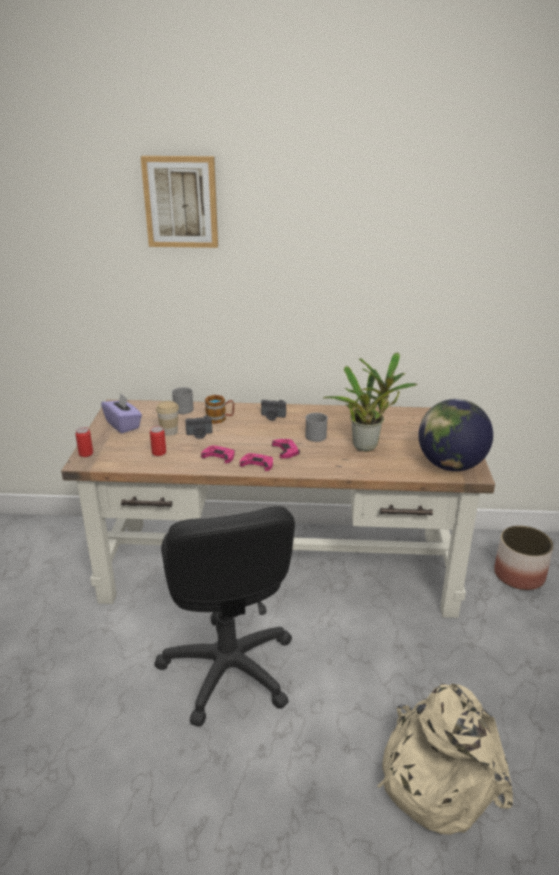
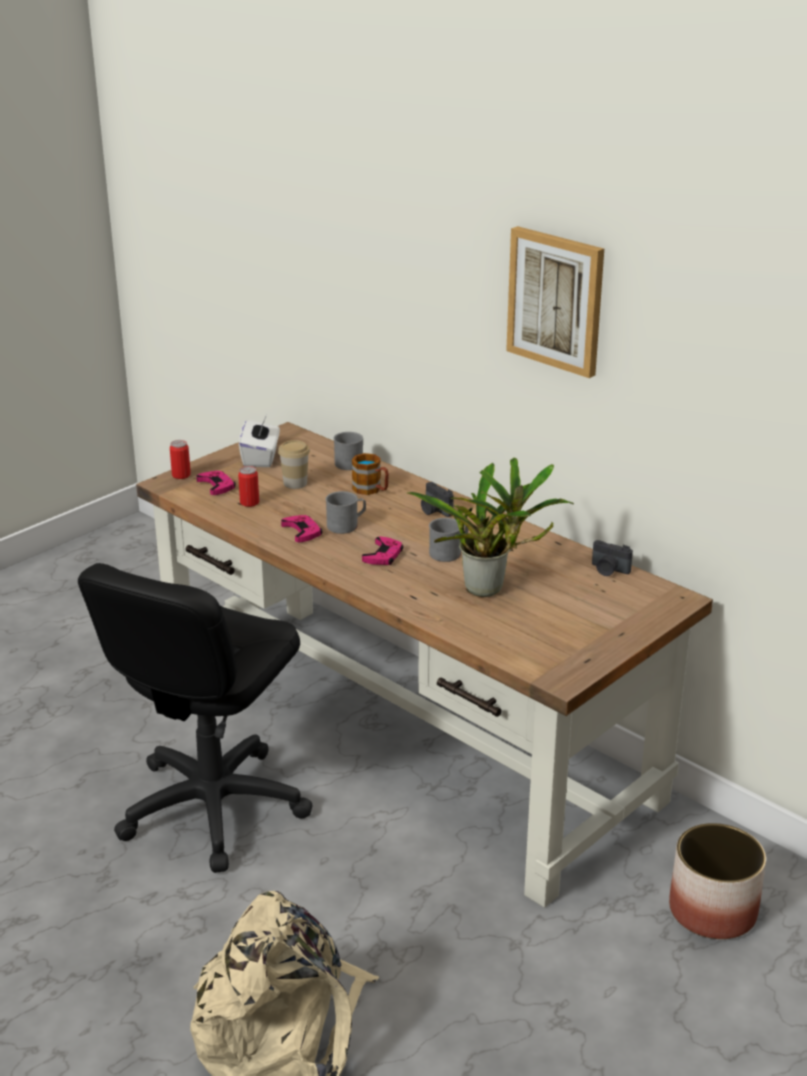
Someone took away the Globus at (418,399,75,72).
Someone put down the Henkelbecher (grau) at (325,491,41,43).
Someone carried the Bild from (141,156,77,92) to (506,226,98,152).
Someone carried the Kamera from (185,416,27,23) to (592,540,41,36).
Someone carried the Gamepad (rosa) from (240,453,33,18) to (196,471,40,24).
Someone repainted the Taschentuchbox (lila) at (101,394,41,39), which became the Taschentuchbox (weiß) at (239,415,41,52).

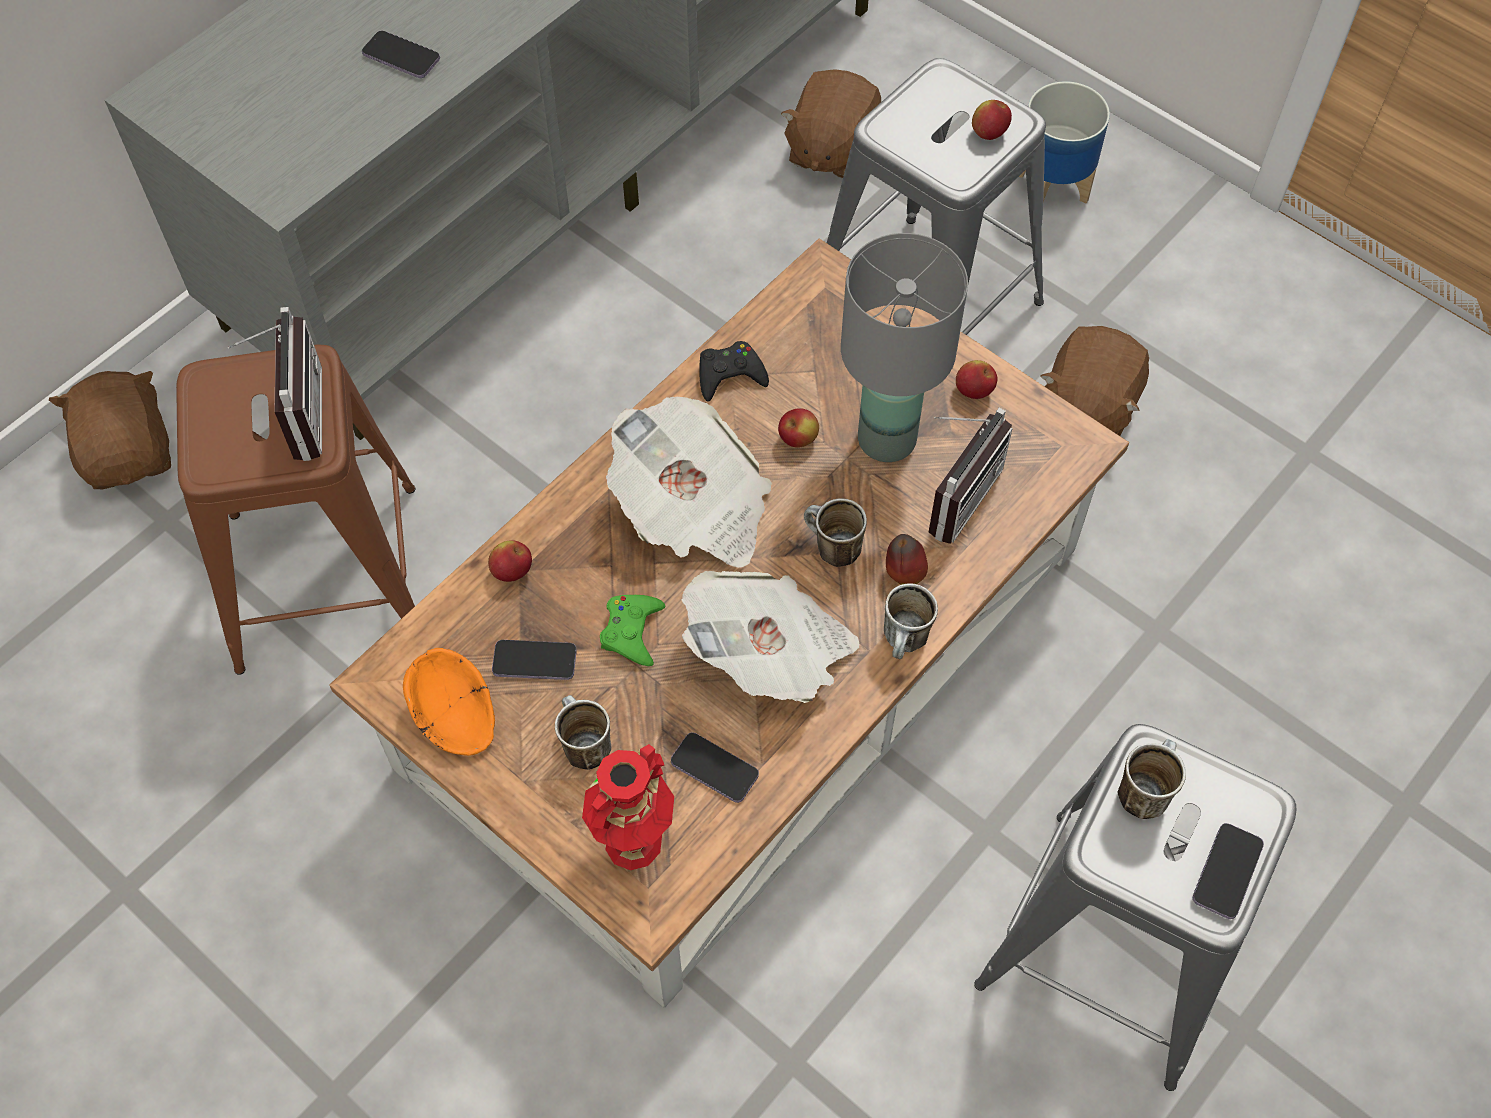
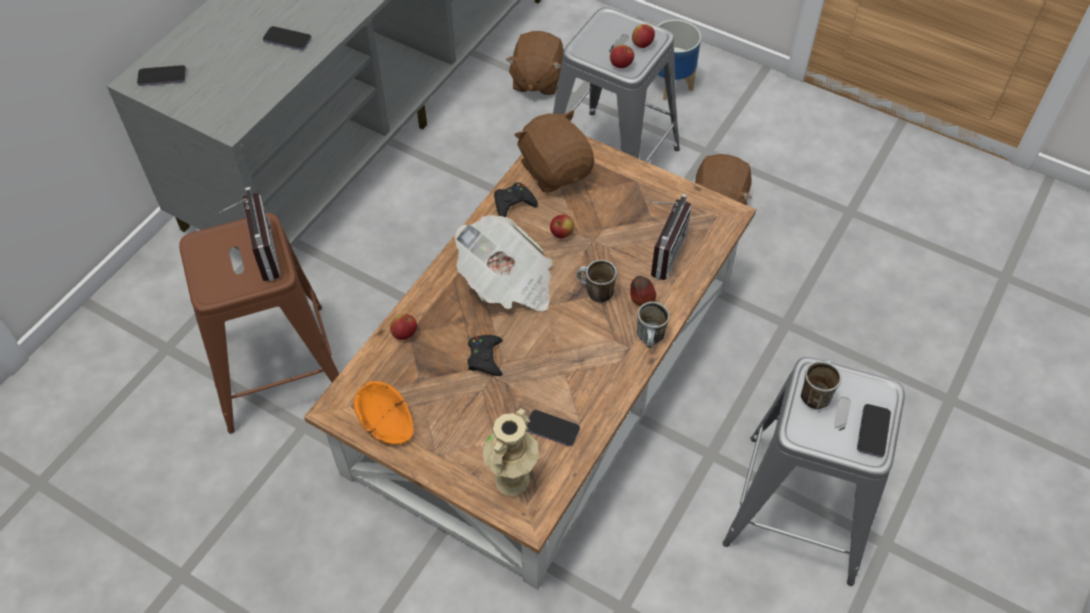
Someone took away the Henkelbecher at (555,695,56,75).
Someone took away the Zeitung at (682,571,178,132).
Someone took away the Tischlampe (grau) at (841,233,127,229).
Someone carried the Plüschtier (braun) from (49,371,122,118) to (514,110,80,82).
Someone carried the Handy from (492,640,85,40) to (137,65,49,21).
Someone carried the Apfel from (956,360,42,39) to (610,45,24,23).
Someone repainted the Vase (rot) at (582,744,92,126), which became the Vase (beige) at (483,409,56,87).
Someone repainted the Gamepad (grün) at (600,595,65,71), which became the Gamepad (schwarz) at (467,335,36,41).

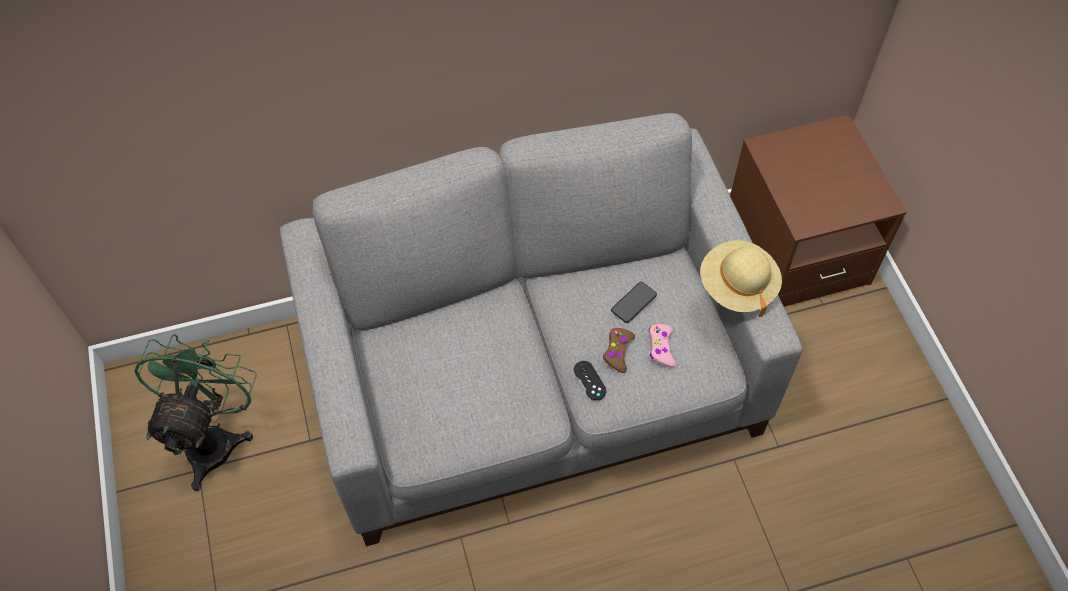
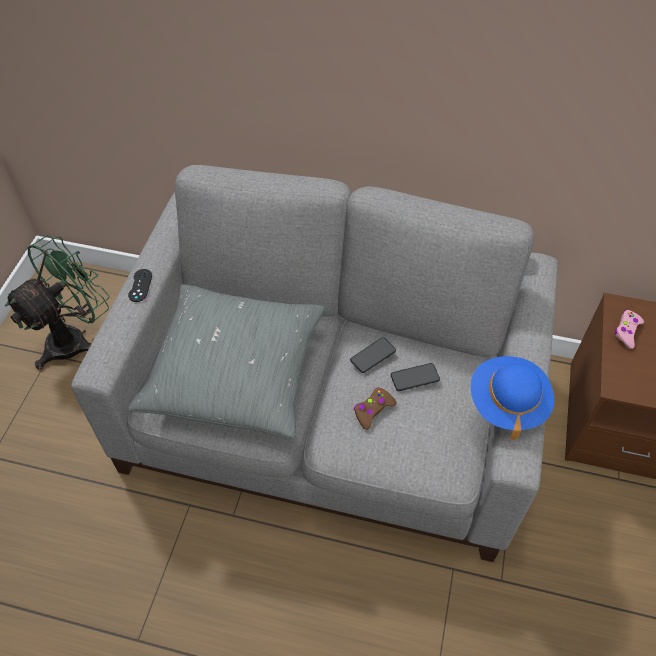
Someone put down the Kissen (grau) at (129,284,196,155).
Someone put down the Handy at (350,338,46,35).
Someone carried the Gamepad (schwarz) from (574,361,32,39) to (128,269,24,33).
Someone carried the Gamepad (rosa) from (649,324,27,43) to (615,310,29,39).
Someone repainted the Hut (beige) at (700,240,82,77), which became the Hut (blau) at (471,356,83,84).

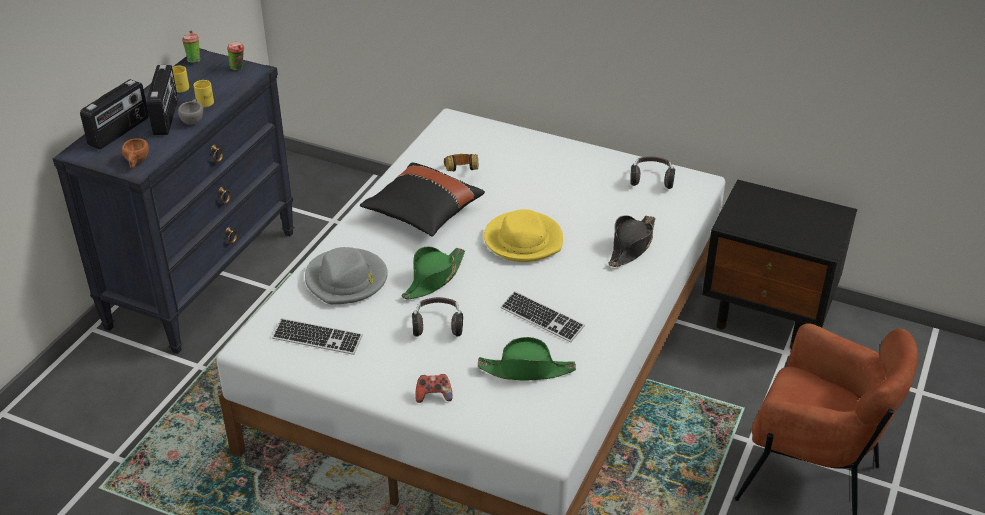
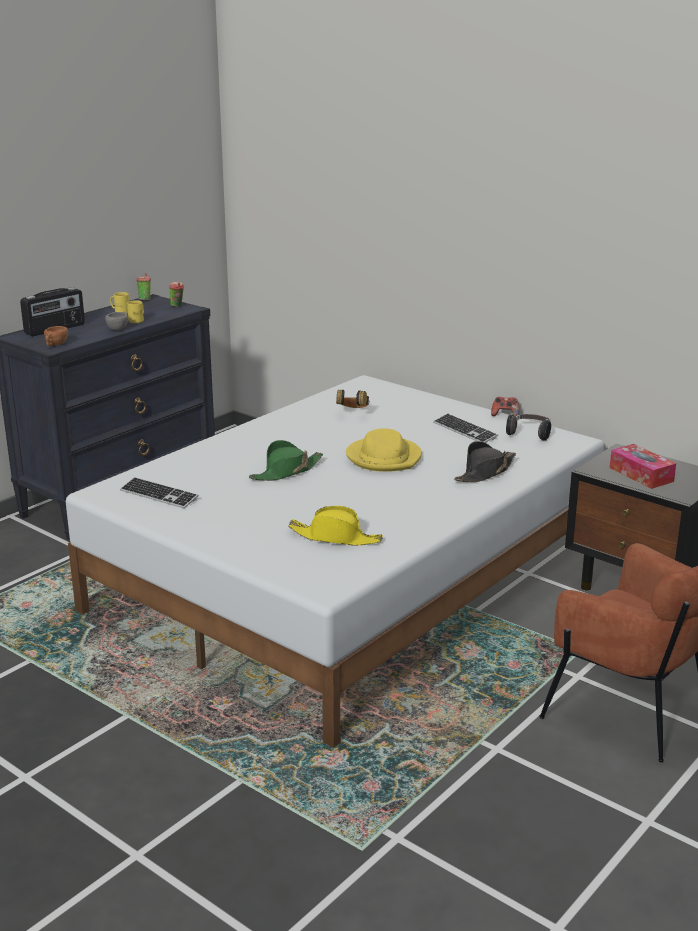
Someone took away the Radio at (146,65,32,70).
Someone took away the Hut (grau) at (305,247,83,57).
Someone took away the Kissen (schwarz) at (360,162,125,75).
Someone took away the Kopfhörer at (412,297,51,40).
Someone put down the Taschentuchbox at (610,444,66,45).
Someone carried the Gamepad from (415,374,38,29) to (491,397,28,20).
Someone carried the Tastatur from (501,291,84,51) to (433,414,65,29).
Someone repainted the Hut (grün) at (478,337,98,43), which became the Hut (gelb) at (288,506,95,40).

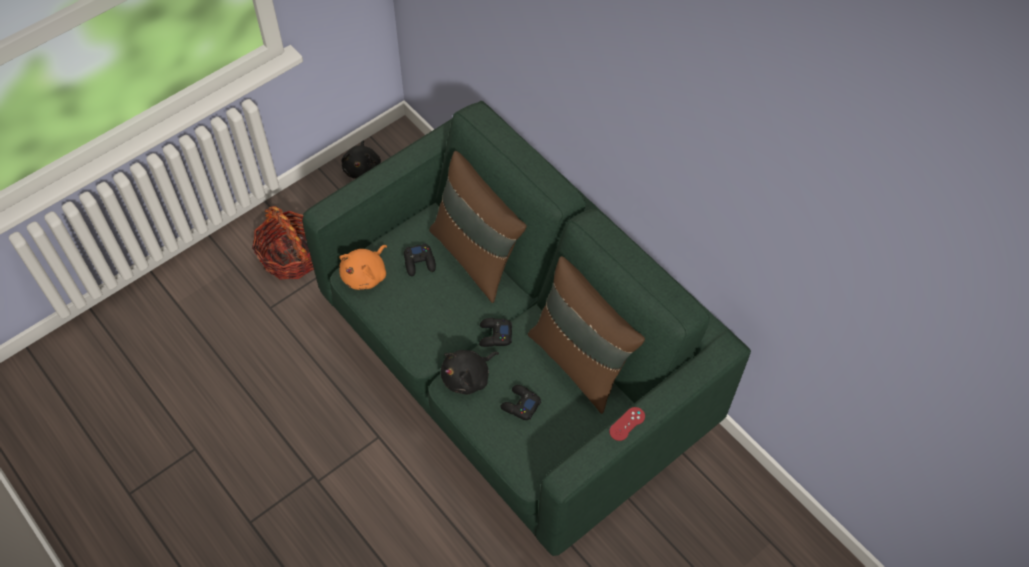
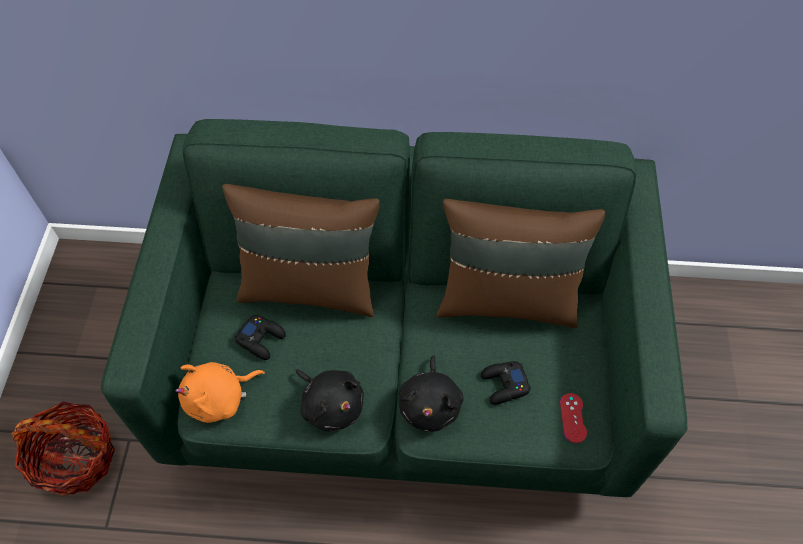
Someone took away the Gamepad (schwarz) at (479,318,33,29).
Someone carried the Plüschtier (schwarz) from (341,141,40,38) to (295,369,69,63).
Someone carried the Gamepad (rot) from (609,407,36,34) to (560,393,27,50).
Someone rotated the Plüschtier (orange) at (339,245,48,45) by 75 degrees clockwise.

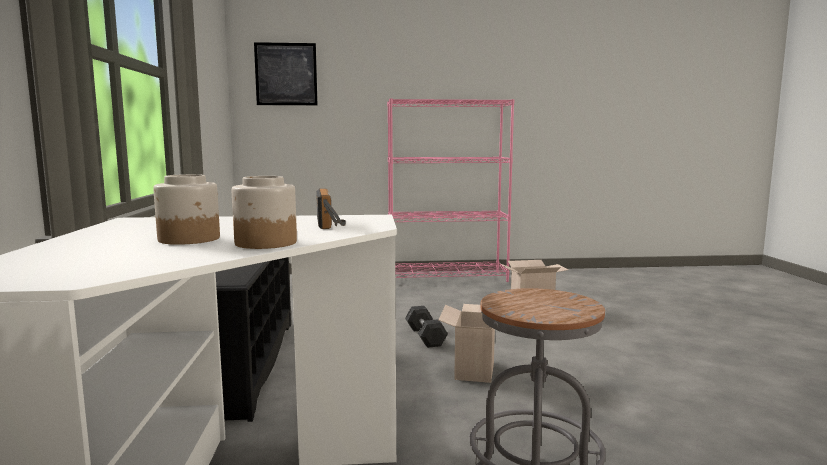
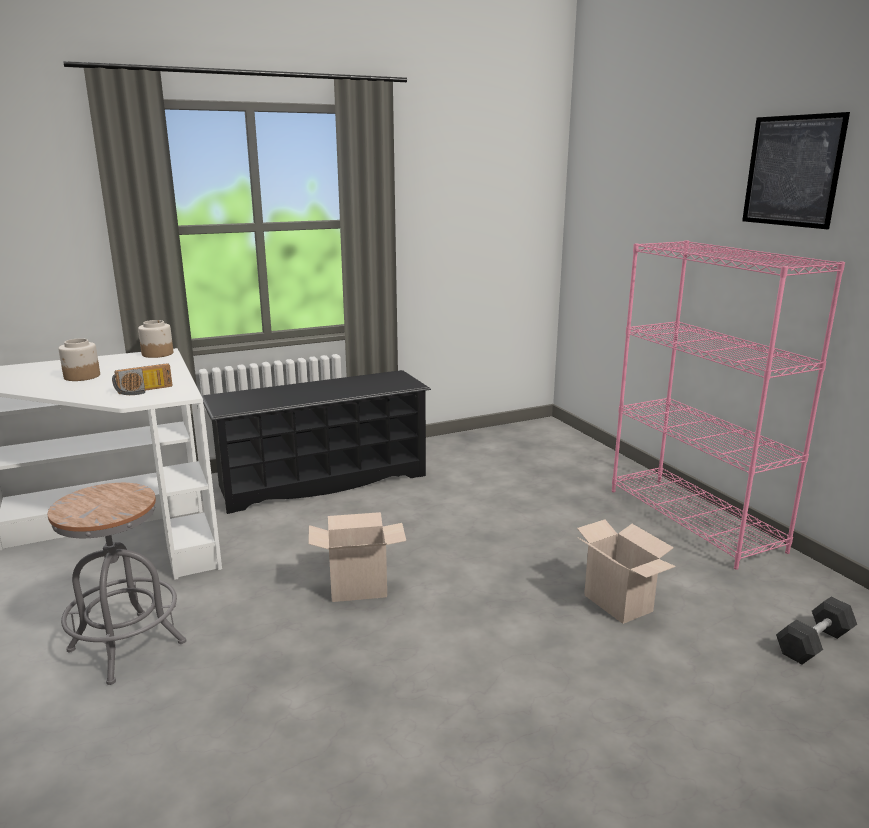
Someone carried the Vorratsglas from (232,176,65,73) to (138,320,35,38).
Someone carried the Bild from (254,42,63,63) to (742,112,108,117).
Someone carried the Hantel (grau) from (405,306,43,42) to (776,597,81,67).

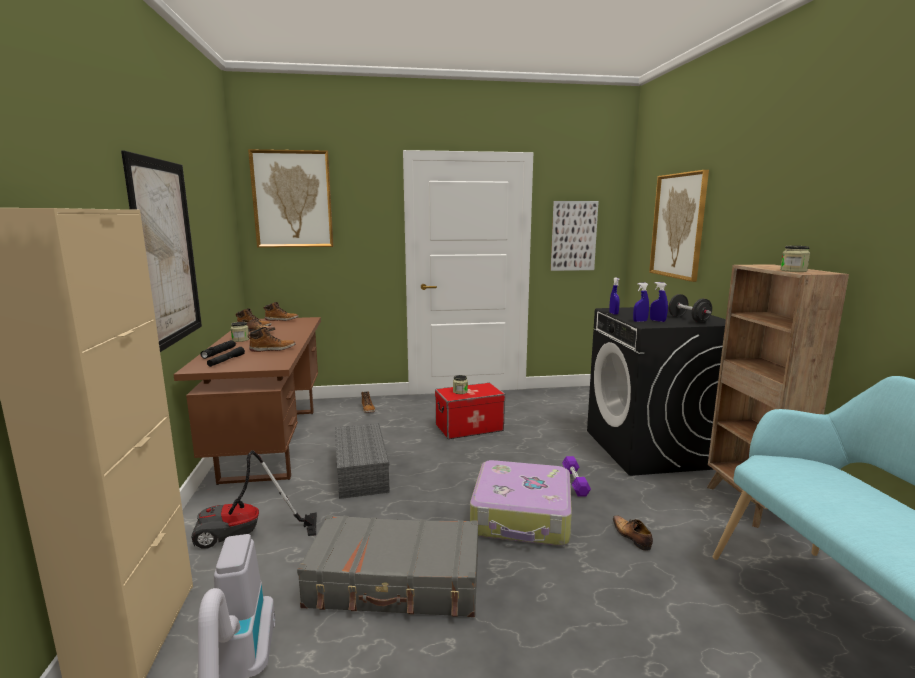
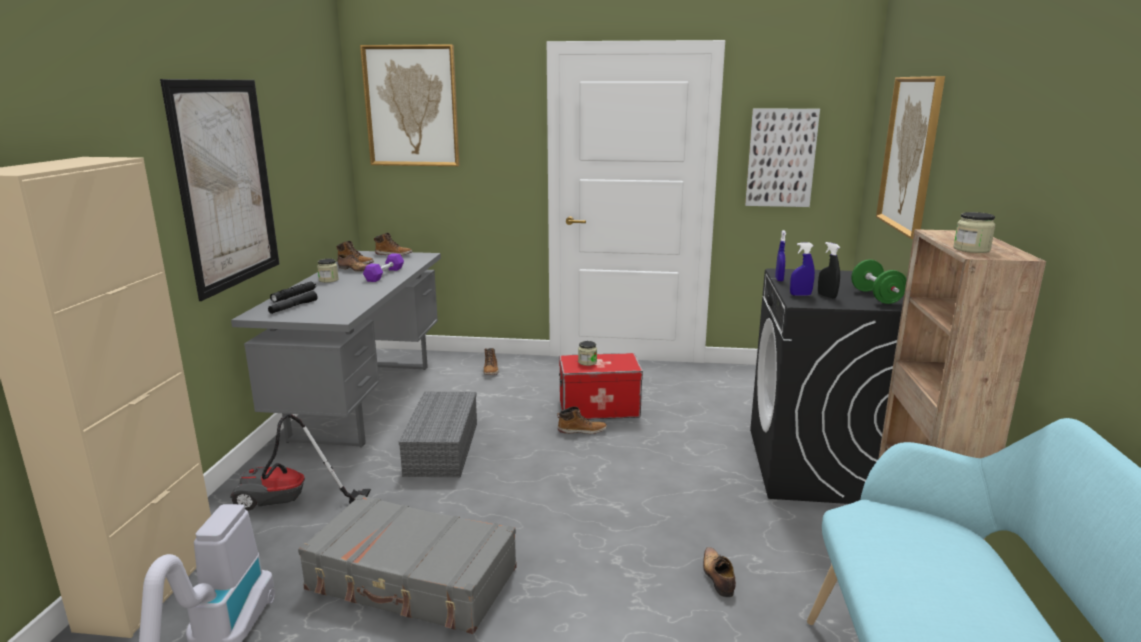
Someone took away the Koffer at (470,460,102,86).
Someone carried the Stiefel from (248,327,47,25) to (557,407,50,27).
Someone carried the Hantel (lila) from (562,456,29,41) to (363,253,41,29).
Someone repainted the Schreibtisch (braun) at (173,317,148,168), which became the Schreibtisch (grau) at (231,251,210,196).
Someone repainted the Sprühflasche (blau) at (650,282,18,40), which became the Sprühflasche (schwarz) at (818,242,22,56).
Someone repainted the Hantel (schwarz) at (669,294,43,29), which became the Hantel (grün) at (851,259,56,45).

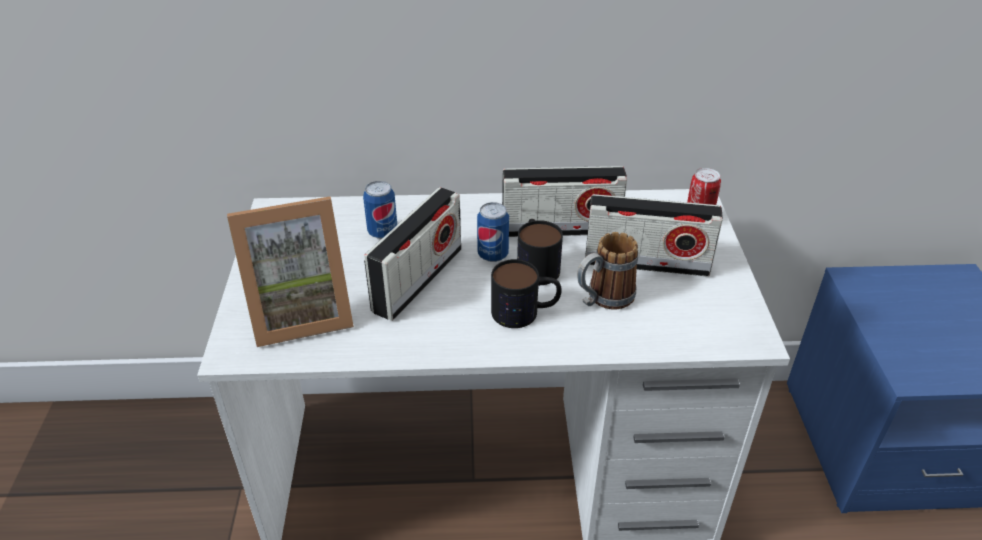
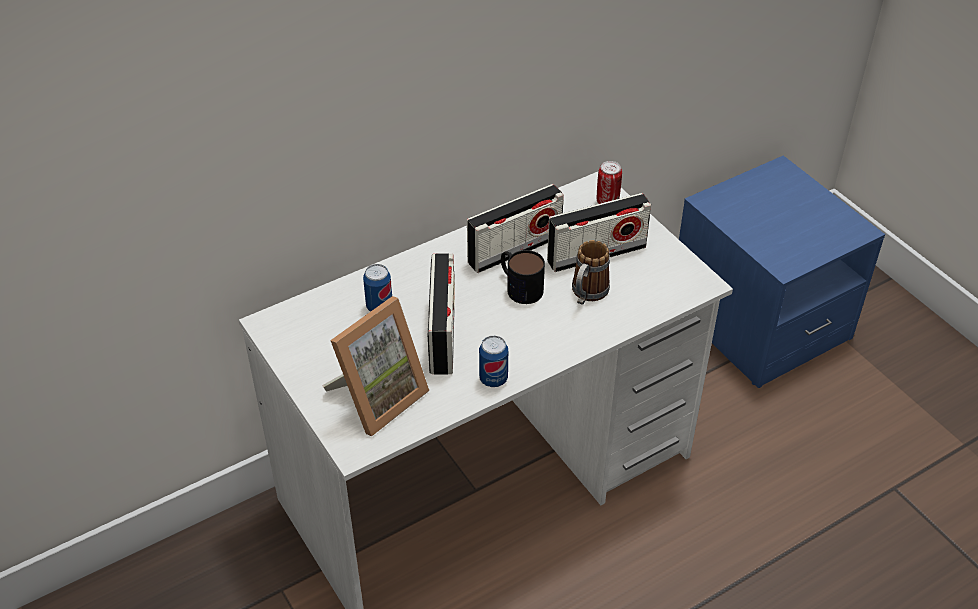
Someone took away the Henkelbecher at (491,259,71,69).
Someone carried the Dose from (477,202,32,60) to (479,336,29,51).

